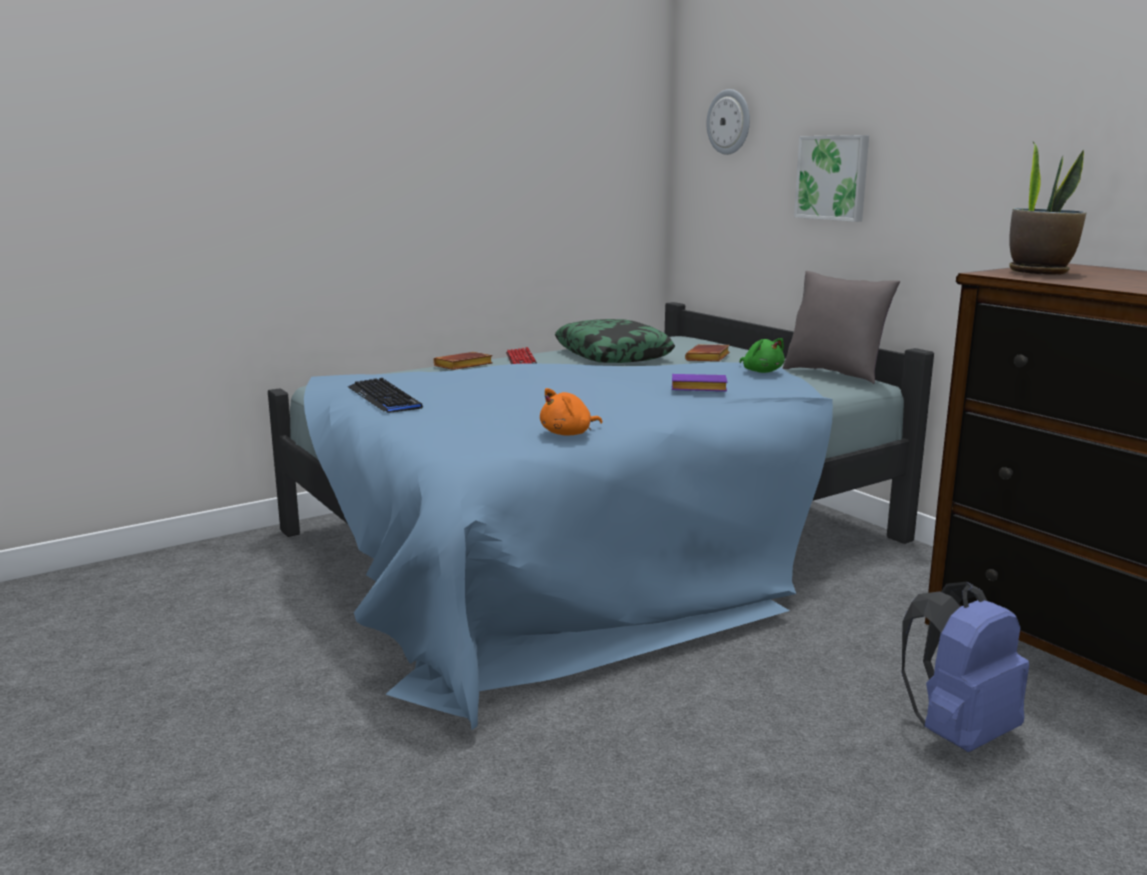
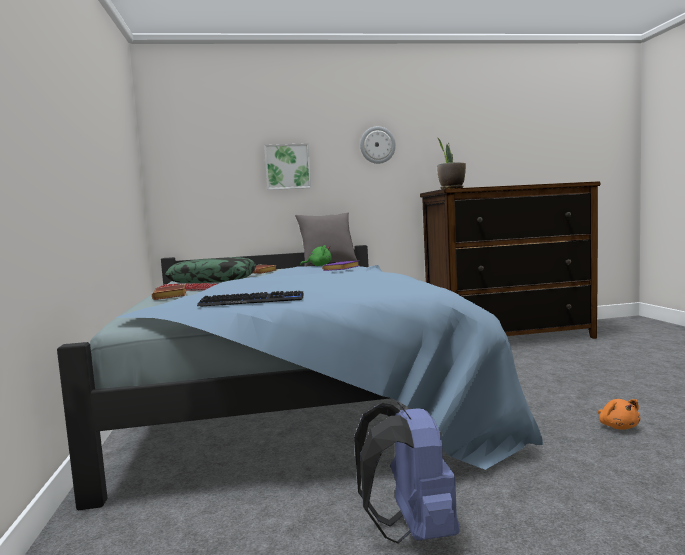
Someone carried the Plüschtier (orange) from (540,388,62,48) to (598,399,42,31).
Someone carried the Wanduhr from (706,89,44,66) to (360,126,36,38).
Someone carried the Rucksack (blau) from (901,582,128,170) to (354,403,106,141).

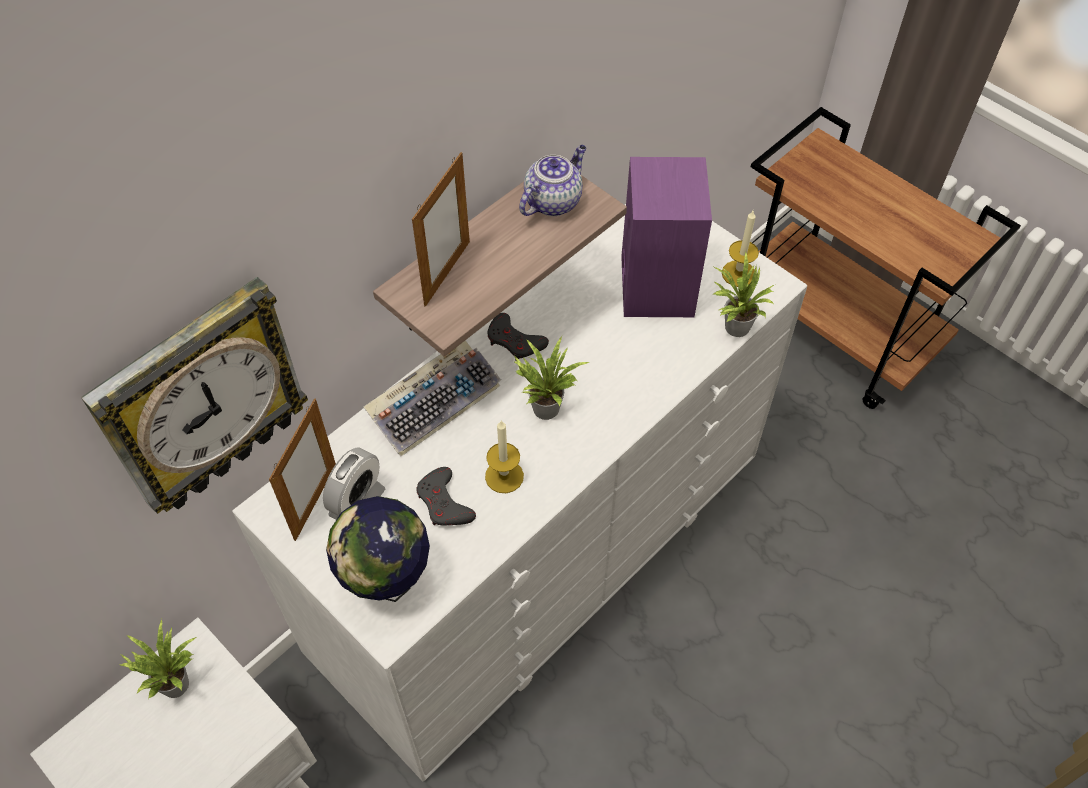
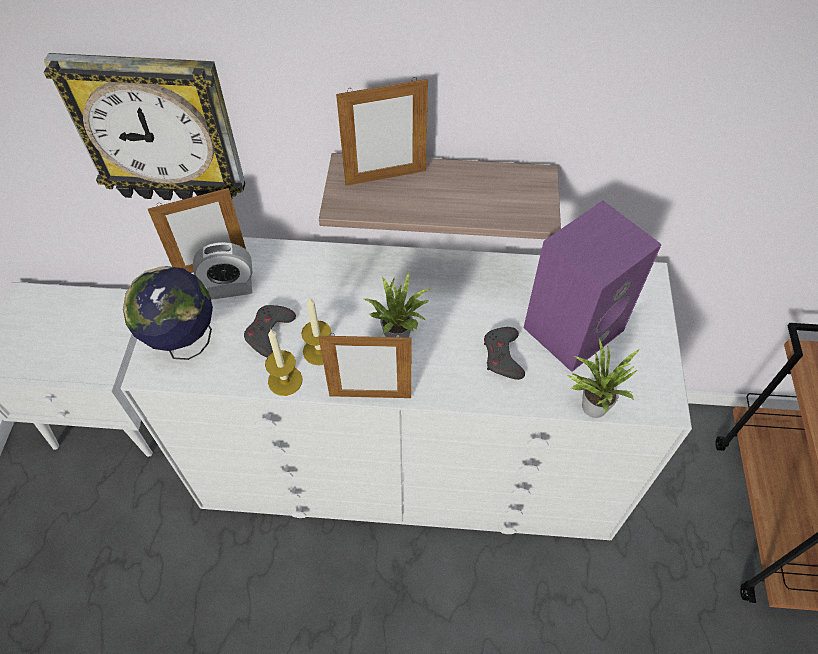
Someone took away the Topfpflanze at (120,619,76,80).
Someone took away the Tastatur at (363,340,138,116).
Someone took away the Teekanne at (519,145,67,71).
Someone put down the Bilderrahmen at (318,333,94,65).
Someone carried the Gamepad (grau) from (487,313,62,47) to (484,327,41,53).
Someone carried the Kerze from (722,211,37,76) to (265,329,38,67).

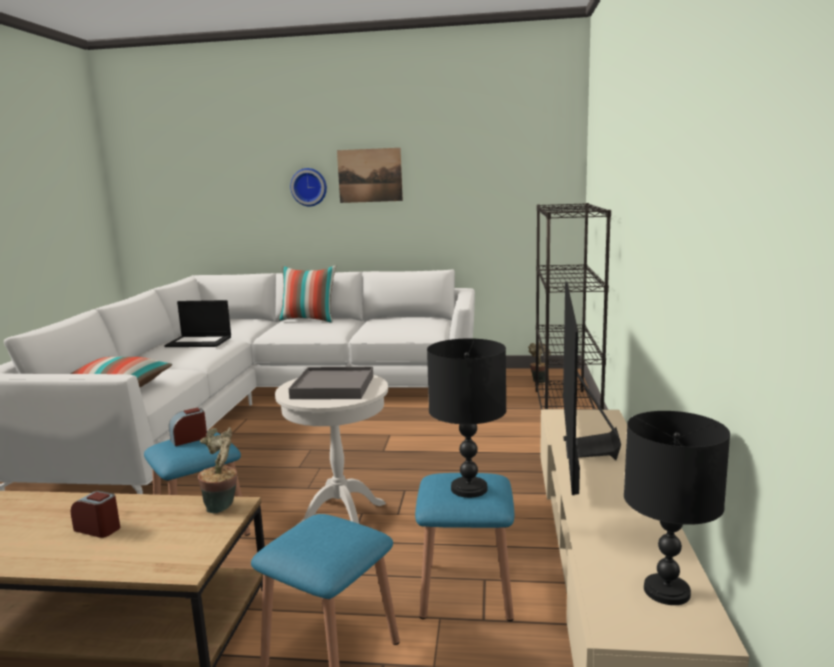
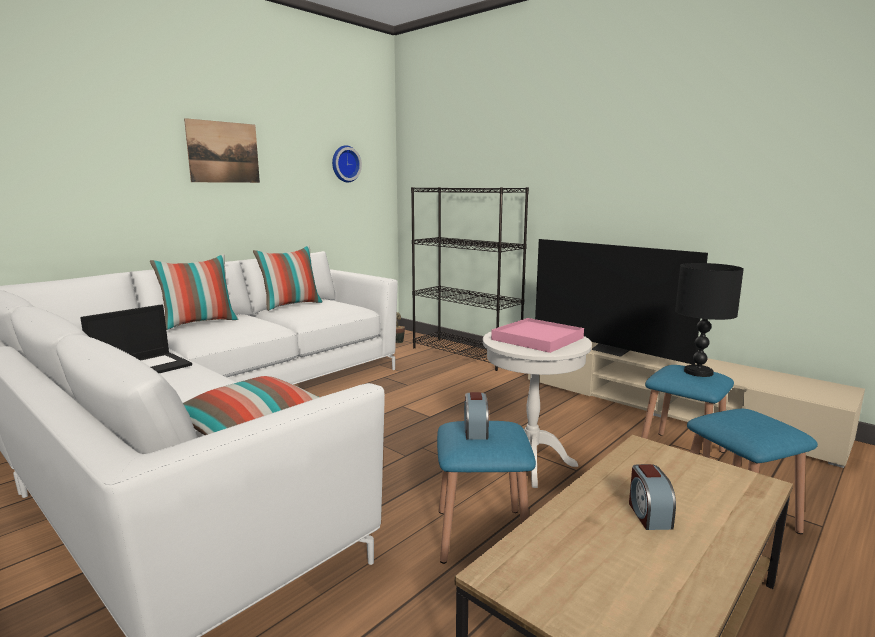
Someone took away the Topfpflanze at (198,427,39,87).
Someone took away the Tischlampe (schwarz) at (624,411,106,194).
Someone put down the Kissen at (253,245,70,66).
Someone carried the Wanduhr from (290,168,37,38) to (332,145,30,37).
Someone repainted the Tablett (grau) at (289,367,84,32), which became the Tablett (rosa) at (491,318,93,35).
Someone rotated the Wecker at (71,491,49,47) by 60 degrees counterclockwise.

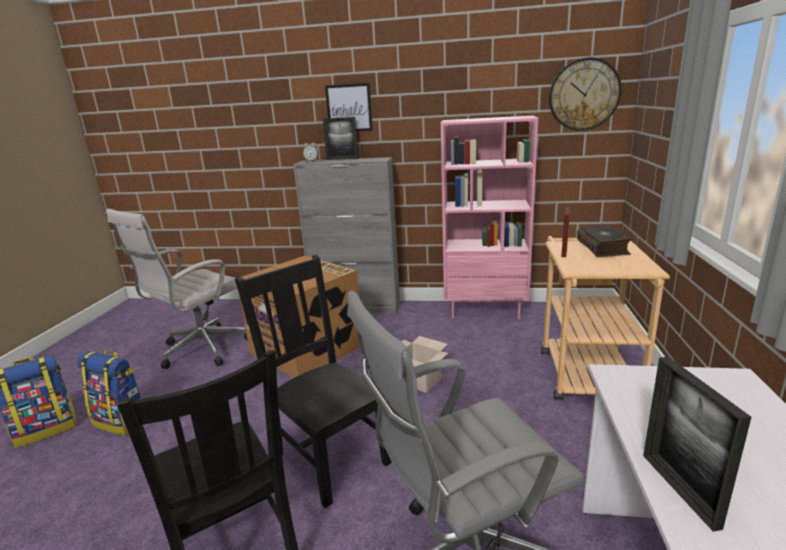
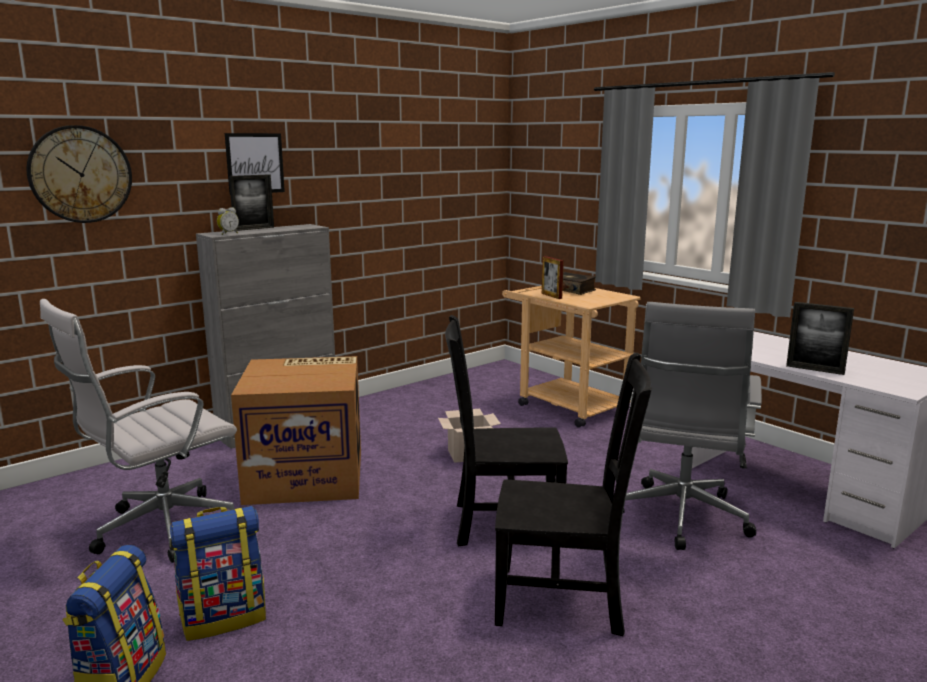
Someone took away the Bücherregal (rosa) at (441,116,97,203).
Someone carried the Wanduhr from (549,57,73,74) to (27,125,105,98).
Someone rotated the Bürostuhl (weiß) at (106,209,142,160) by 60 degrees clockwise.

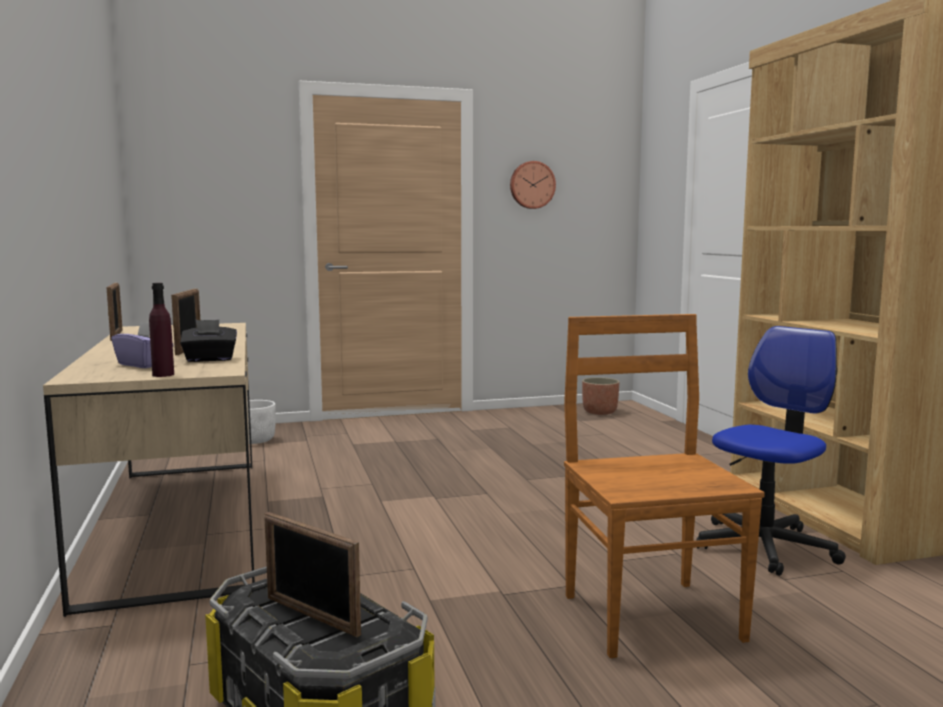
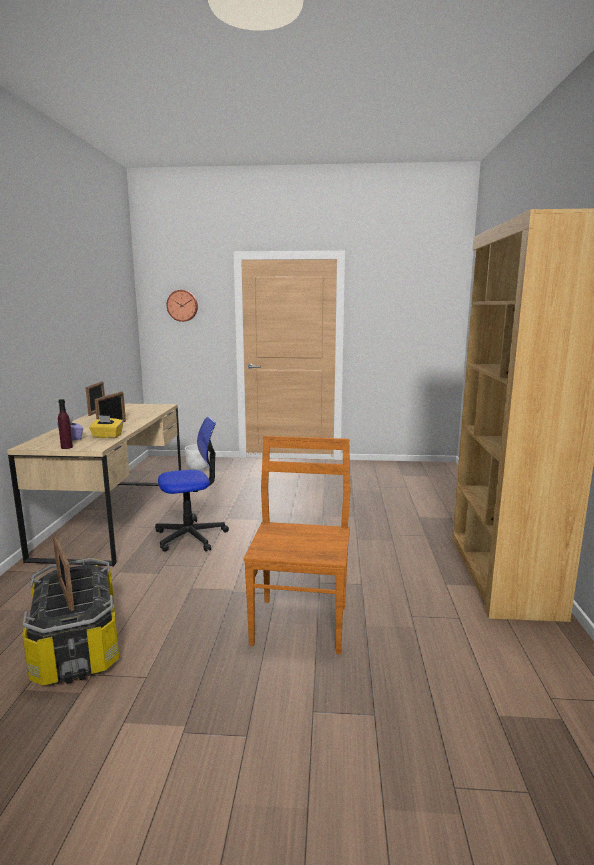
Someone took away the Pflanzkübel at (582,377,38,38).
Someone carried the Wanduhr from (510,161,46,48) to (167,290,31,32).
Someone carried the Bürostuhl from (696,326,150,250) to (155,416,74,136).
Someone repainted the Taschentuchbox (schwarz) at (180,320,57,42), which became the Taschentuchbox (gelb) at (89,415,34,23).

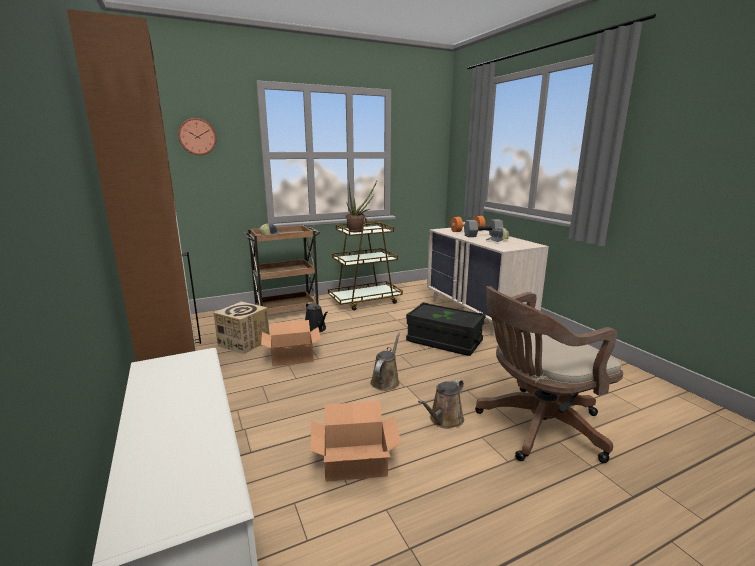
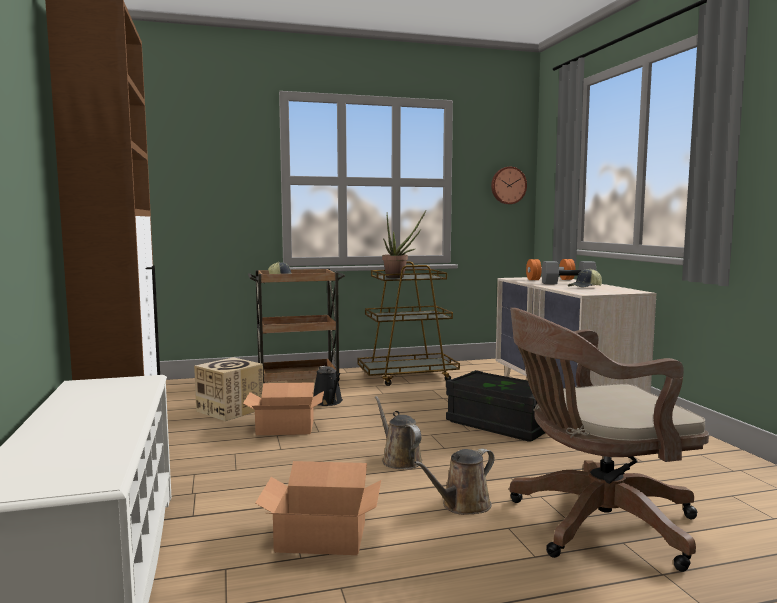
Someone carried the Wanduhr from (178,118,38,37) to (491,167,36,37).
Someone rotated the Gießkanne (braun) at (370,332,30,59) by 60 degrees counterclockwise.

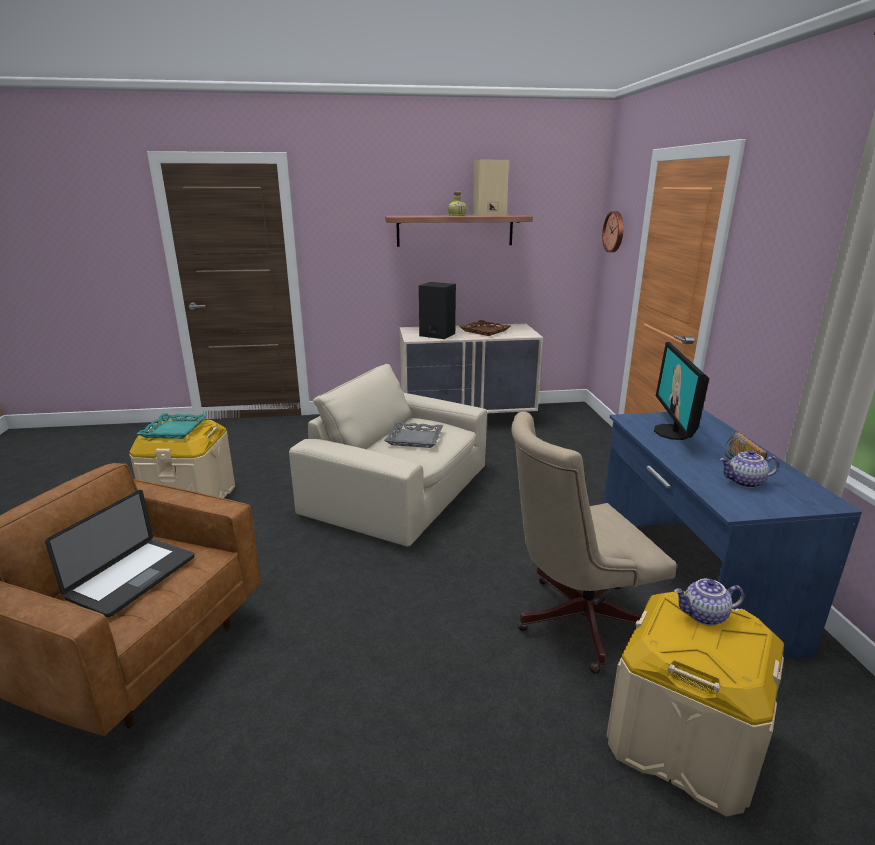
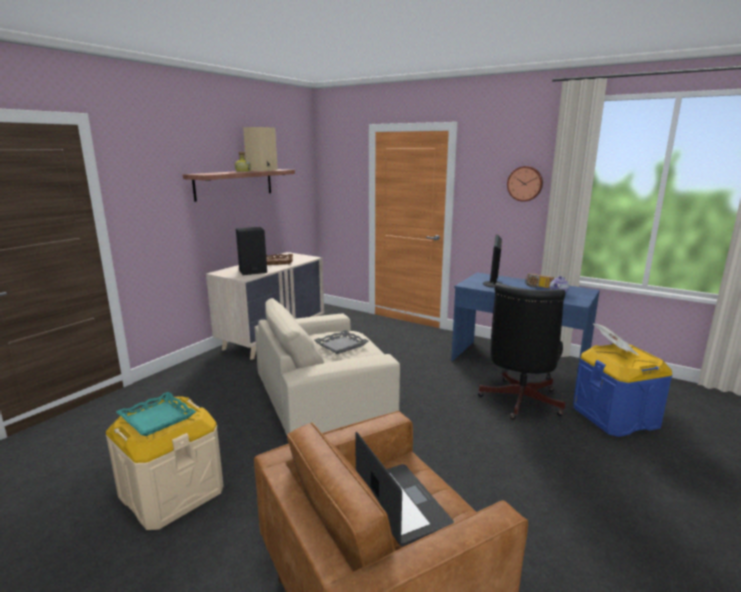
Someone carried the Wanduhr from (602,211,22,41) to (507,166,36,36).
Someone swapped the Teekanne at (674,579,70,46) for the Zeitung at (592,323,47,32).
Someone repainted the Bürostuhl (beige) at (511,412,166,262), which became the Bürostuhl (schwarz) at (478,283,87,137).
Someone repainted the Aufbewahrungsbox (beige) at (607,591,177,226), which became the Aufbewahrungsbox (blau) at (573,343,99,94).
Someone rotated the Monitor at (654,342,56,98) by 60 degrees clockwise.

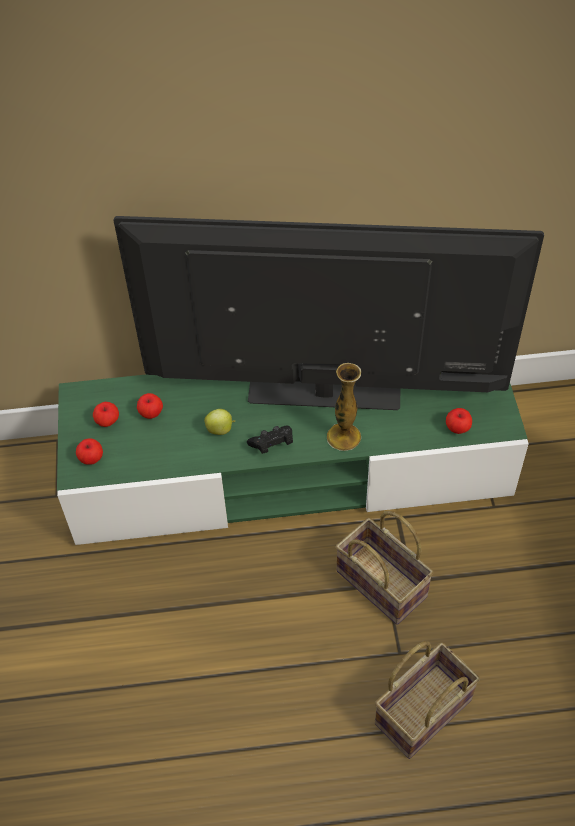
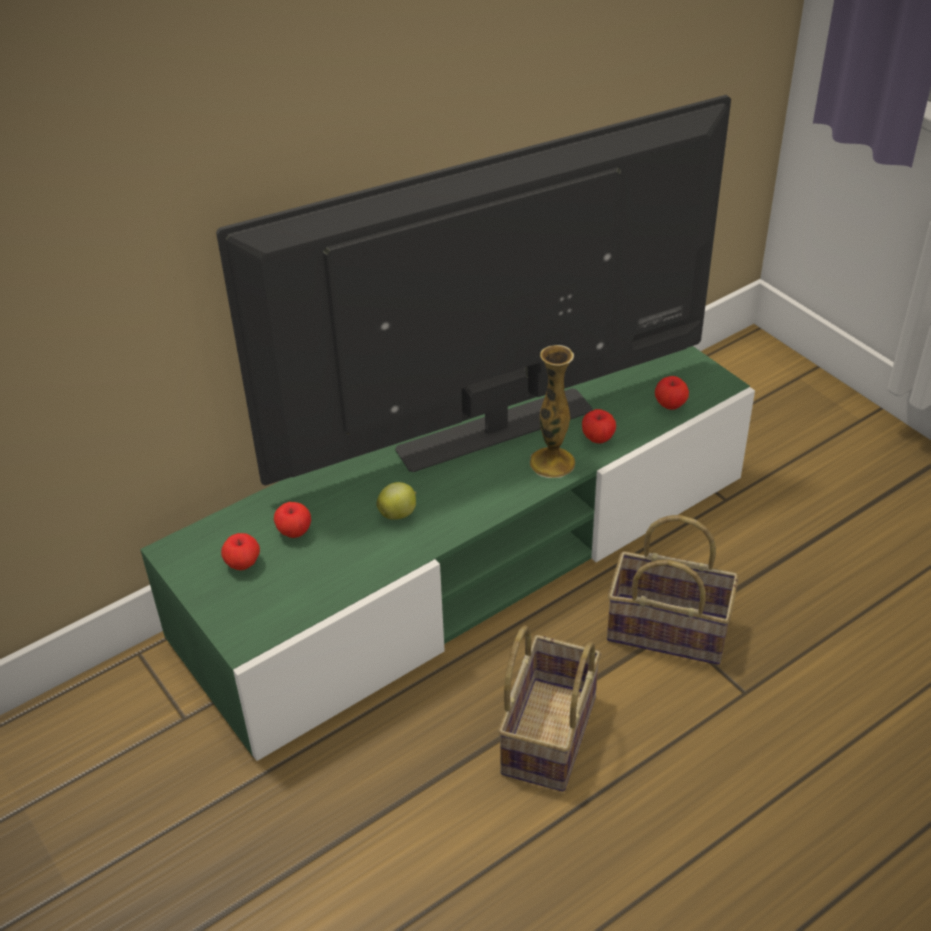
Someone took away the Gamepad (schwarz) at (247,426,46,28).
Someone carried the Apfel from (76,438,27,27) to (582,409,34,35).
Someone carried the Korb from (375,641,105,118) to (498,625,103,167).

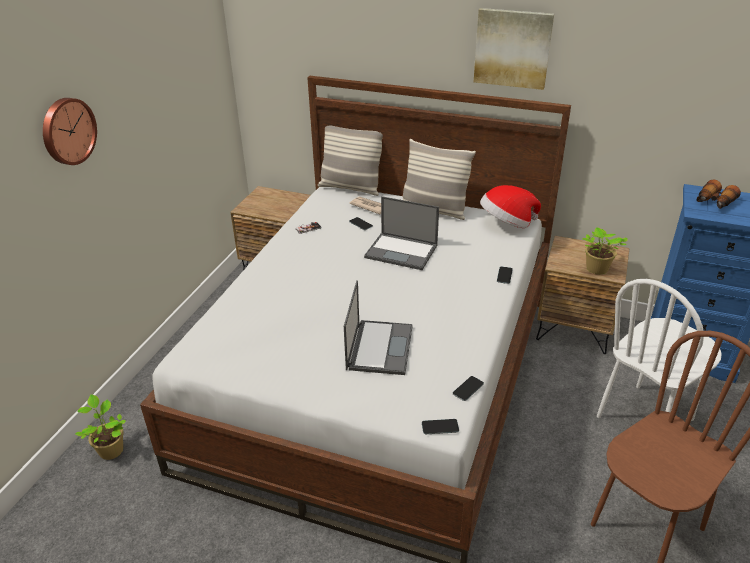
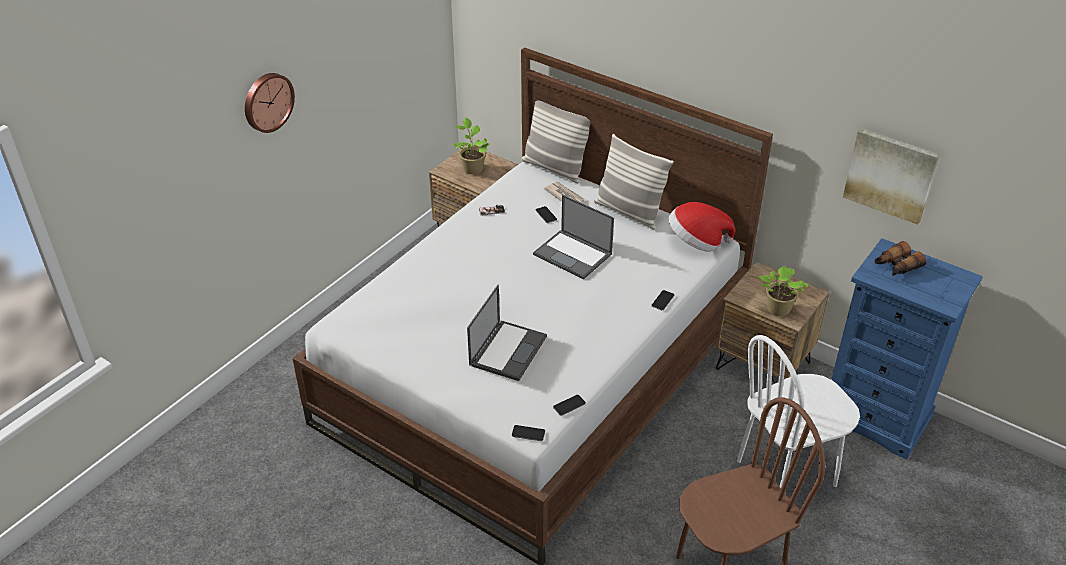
Someone carried the Topfpflanze from (75,394,51,66) to (452,118,38,56).
Someone carried the Bild from (474,8,80,82) to (843,128,97,97).

